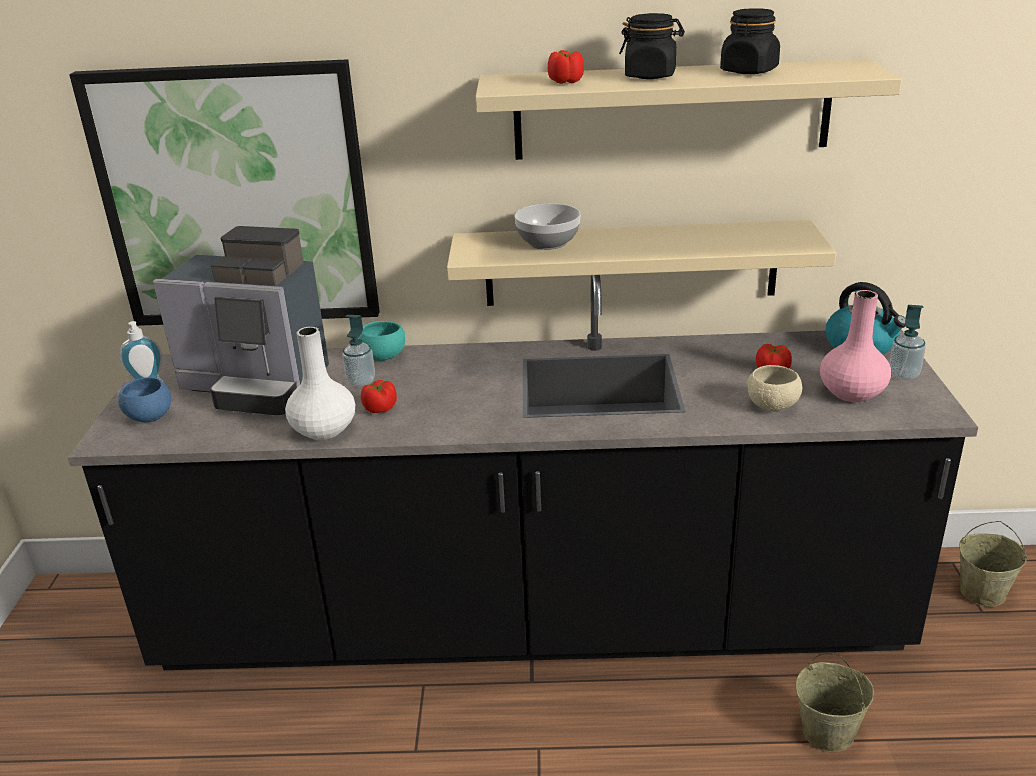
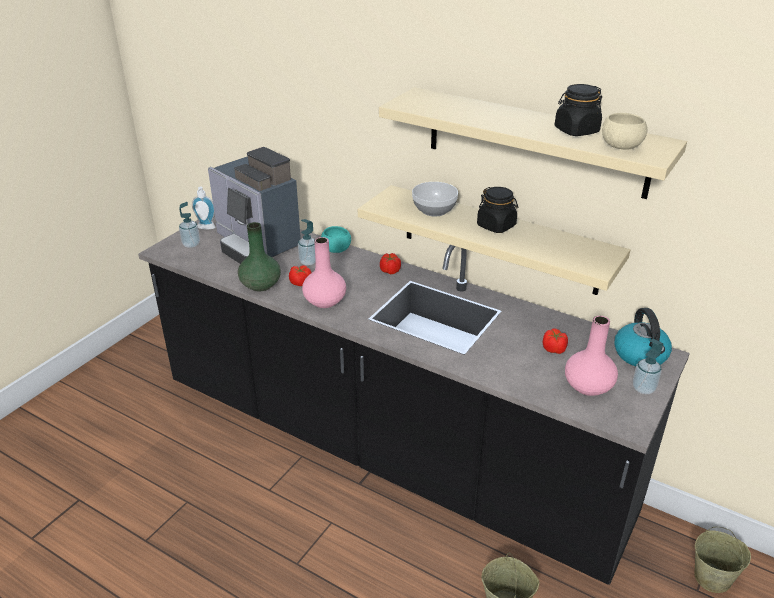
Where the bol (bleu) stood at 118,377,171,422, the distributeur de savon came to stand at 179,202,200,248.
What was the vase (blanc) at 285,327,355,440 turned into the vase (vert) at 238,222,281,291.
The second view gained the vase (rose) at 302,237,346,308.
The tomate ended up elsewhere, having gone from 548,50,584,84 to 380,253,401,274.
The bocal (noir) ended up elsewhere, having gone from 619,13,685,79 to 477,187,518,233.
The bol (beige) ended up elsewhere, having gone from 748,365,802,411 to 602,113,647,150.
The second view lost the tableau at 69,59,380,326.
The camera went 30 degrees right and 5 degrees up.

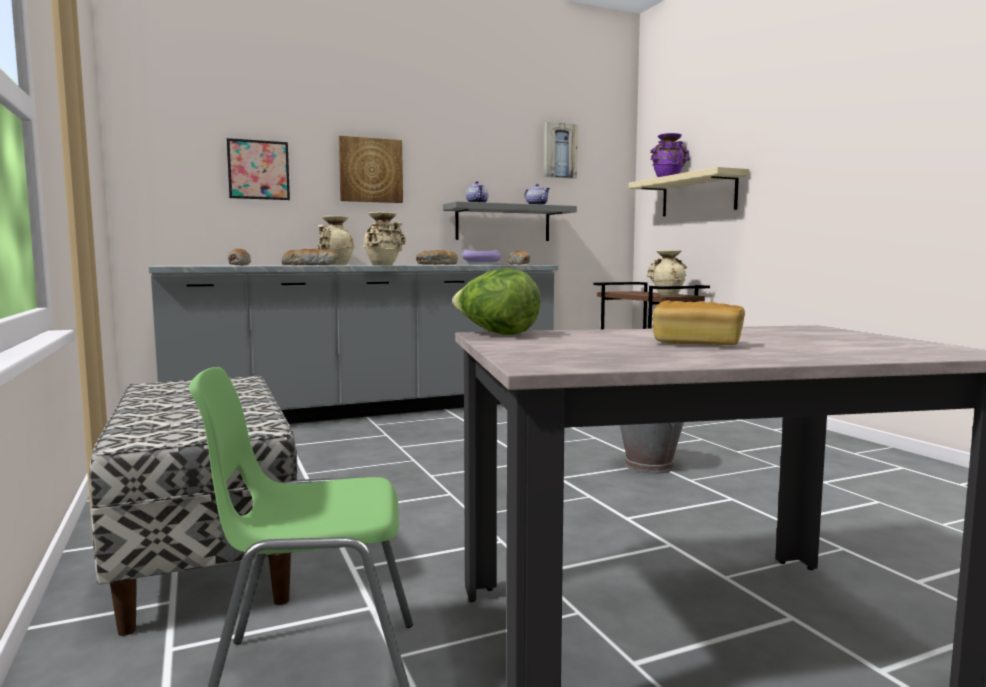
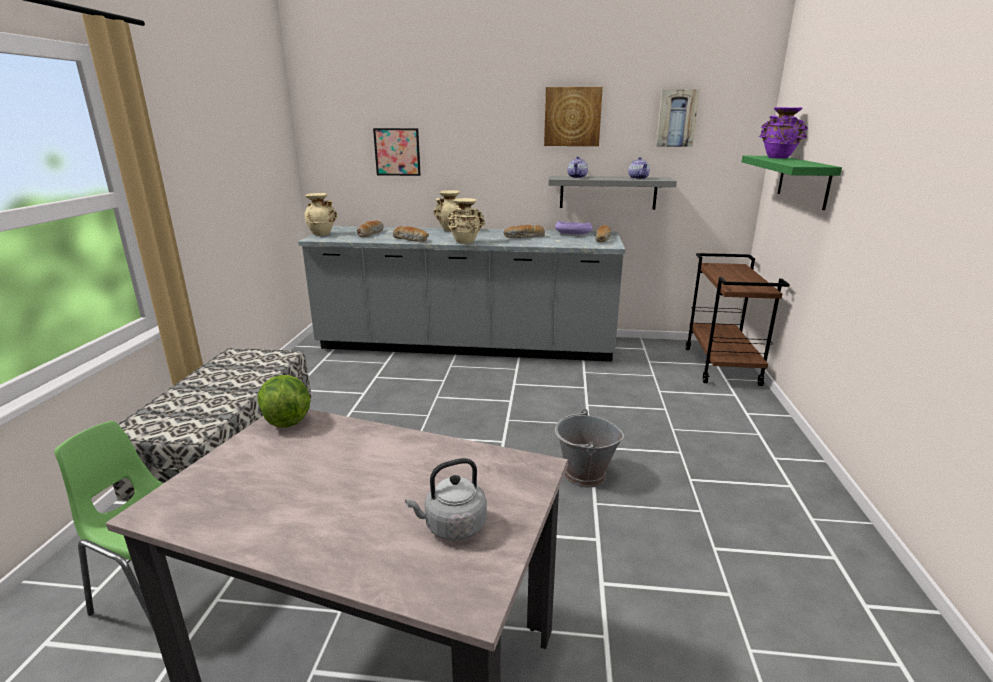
The vase (beige) ended up elsewhere, having gone from 647,250,687,296 to 304,193,338,236.
The second view gained the bouilloire (gris) at 405,458,487,540.
The tableau ended up elsewhere, having gone from 339,136,403,203 to 544,87,603,146.
What was the étagère (beige) at 629,167,749,216 turned into the étagère (vert) at 742,156,842,210.
The second view lost the pain at 653,300,745,345.
The camera went 30 degrees right and 15 degrees up.

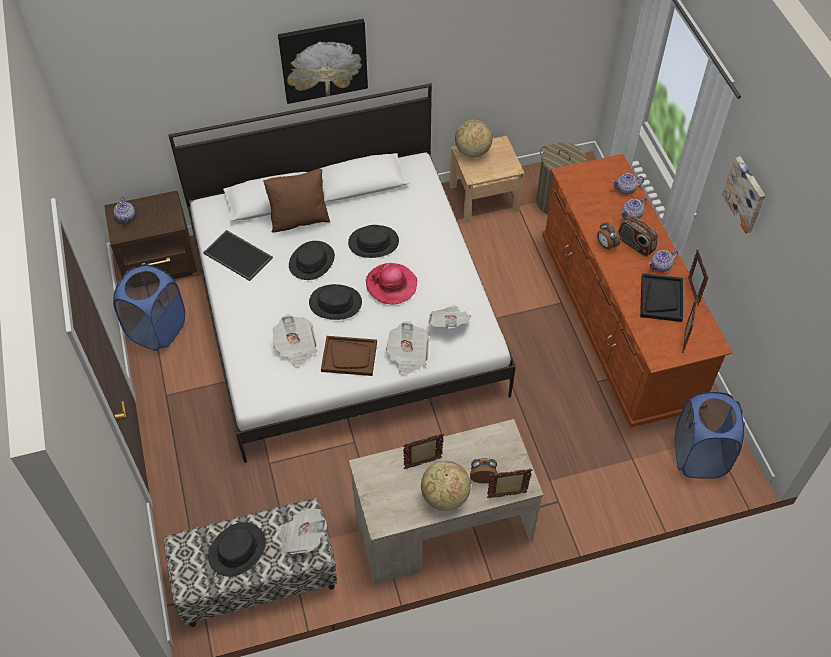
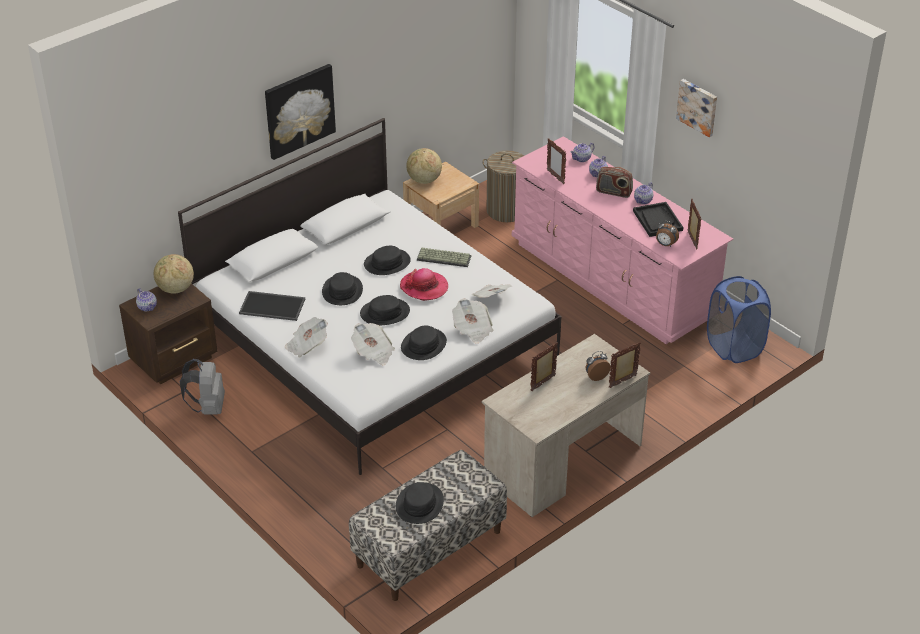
The globe ended up elsewhere, having gone from 421,461,471,511 to 154,254,194,294.
Where the panier à linge (bleu) stood at 113,264,185,351, the sac à dos (gris) came to stand at 180,359,225,414.
The journal ended up elsewhere, having gone from 278,508,327,554 to 285,317,328,358.
Where the plateau (marron) stood at 321,336,377,376, the chapeau (noir) came to stand at 401,326,447,360.
The second view gained the clavier at 417,248,471,267.
What was the commode (marron) at 542,154,733,428 turned into the commode (rose) at 512,136,733,344.
The cadre photo ended up elsewhere, having gone from 688,250,708,306 to 547,138,566,184.
The réveil ended up elsewhere, having gone from 597,223,621,250 to 656,221,679,247.
The second view lost the coussin (marron) at 263,169,330,233.
The camera went 25 degrees left and 15 degrees down.

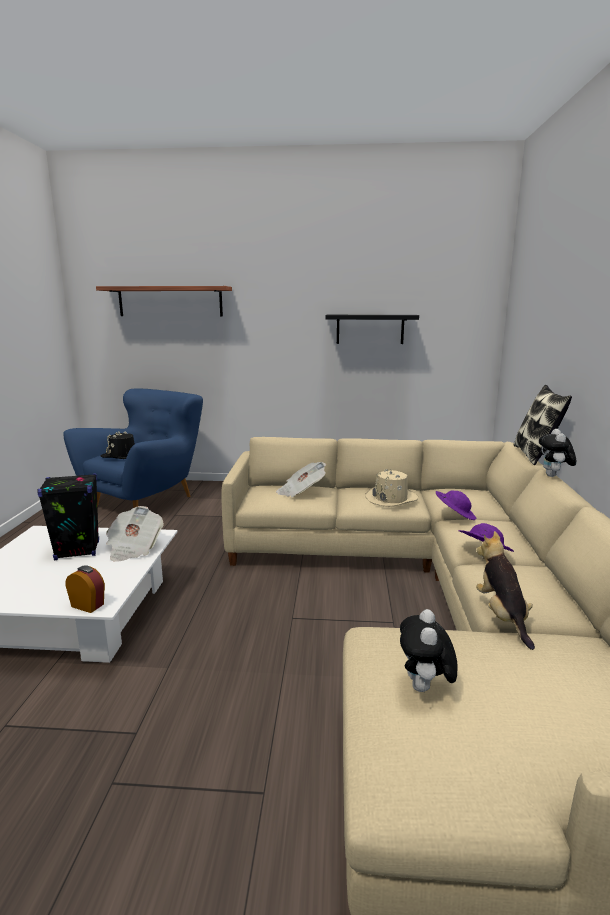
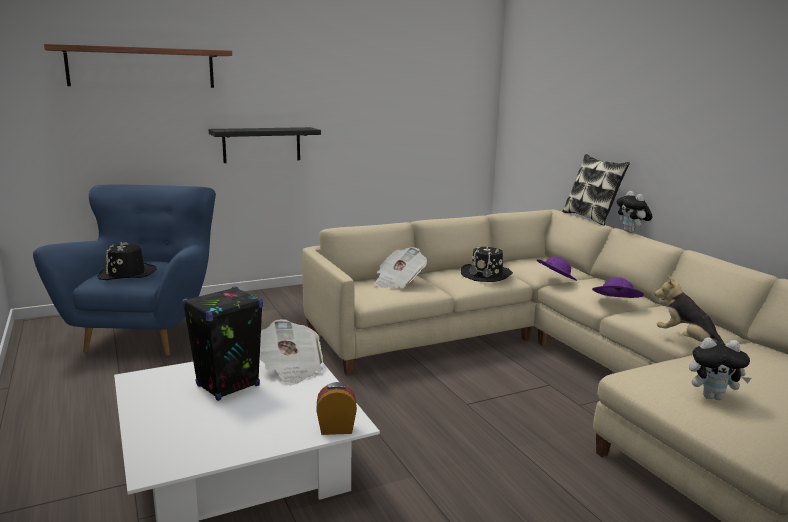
The étagère (noir) ended up elsewhere, having gone from 326,315,419,344 to 209,127,321,163.
What was the chapeau (beige) at 365,469,418,507 turned into the chapeau (noir) at 461,245,513,282.
The peluche at 400,609,457,692 ended up facing another way, 60 degrees counterclockwise from before.
The camera went 30 degrees left and 0 degrees up.

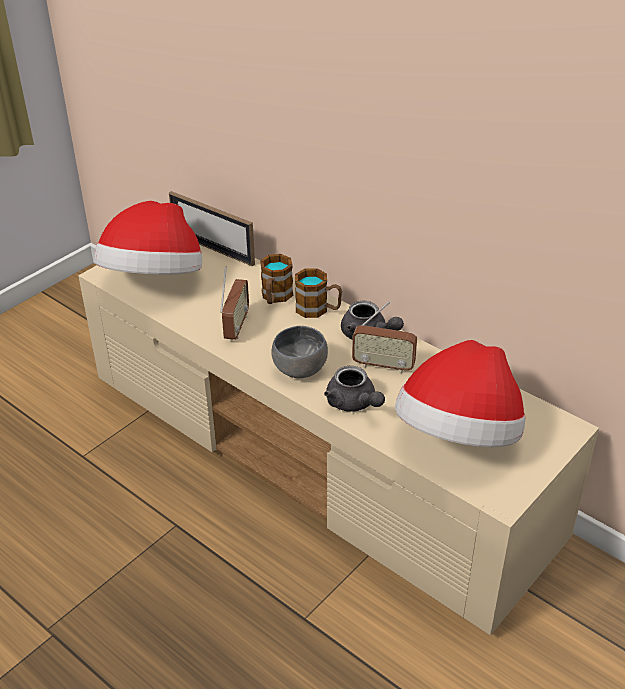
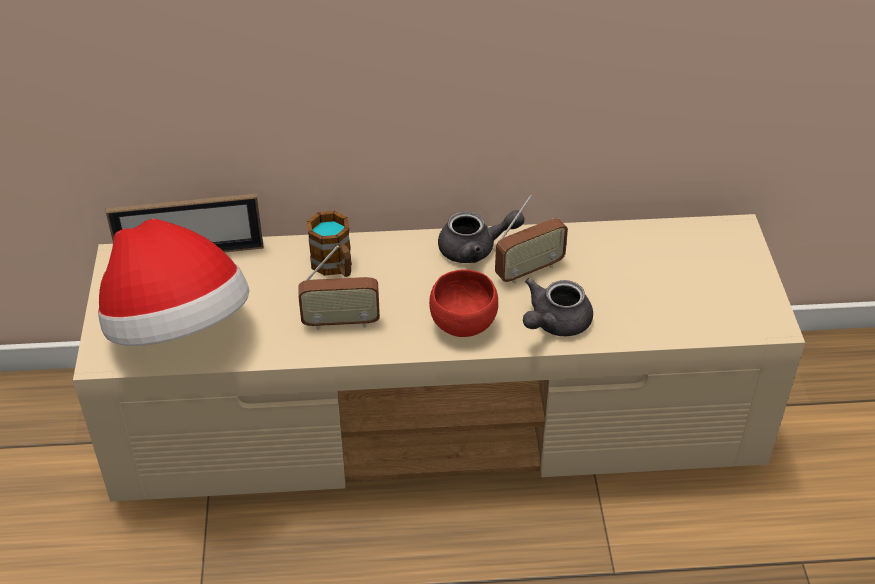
The radio at 220,267,249,340 ended up facing another way, 120 degrees clockwise from before.
What was the bol (gris) at 271,326,328,378 turned into the bol (rouge) at 429,269,498,337.
The théière (gris) at 324,366,385,412 ended up facing another way, 120 degrees clockwise from before.
The second view lost the mug at 295,268,342,318.
The second view lost the chapeau at 395,340,525,447.
The camera went 45 degrees left and 5 degrees up.

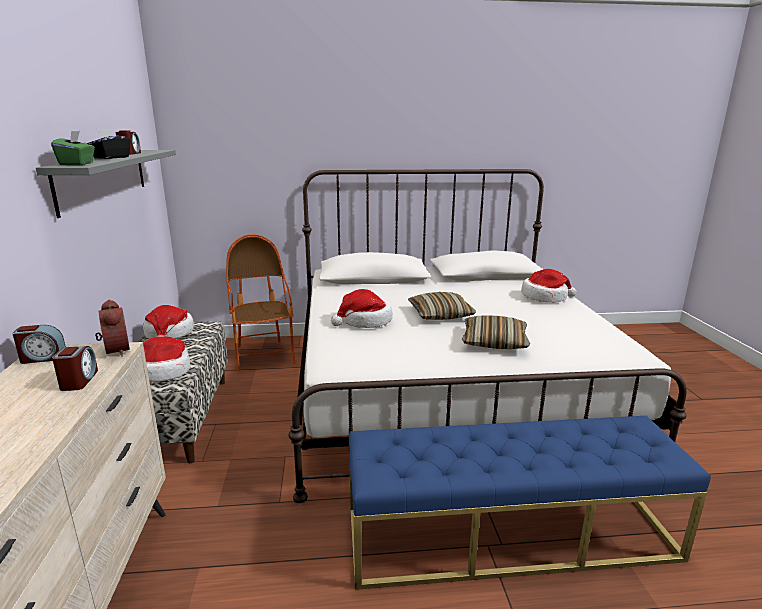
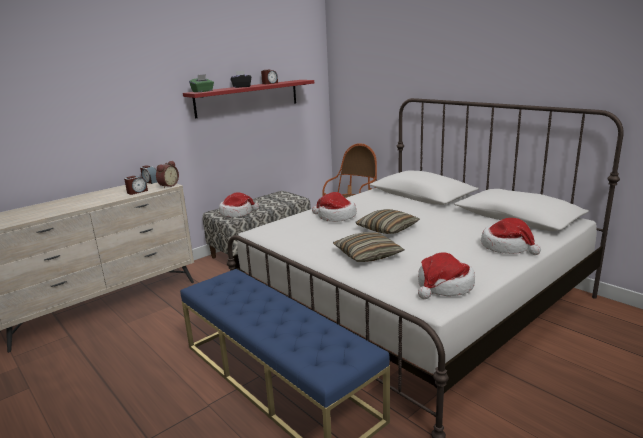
What was the étagère (gris) at 36,150,176,218 turned into the étagère (rouge) at 183,80,314,118.
The chapeau ended up elsewhere, having gone from 143,305,194,339 to 418,252,475,299.
The camera went 55 degrees right and 0 degrees up.

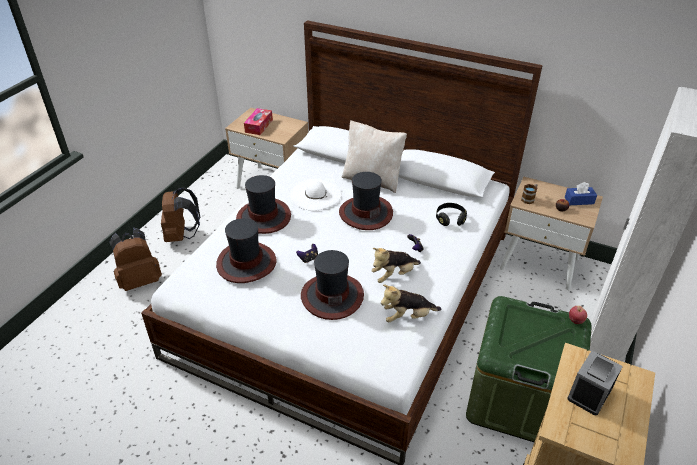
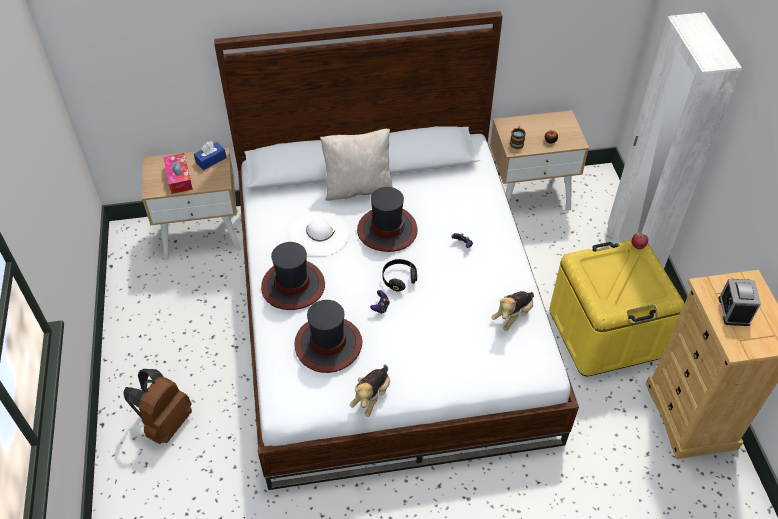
The boîte à mouchoirs (bleu) ended up elsewhere, having gone from 565,182,597,205 to 194,141,227,170.
The peluche ended up elsewhere, having gone from 371,248,421,283 to 350,365,390,417.
The casque audio (noir) ended up elsewhere, having gone from 436,203,467,226 to 383,259,417,292.
What was the boîte de rangement (vert) at 466,296,592,442 turned into the boîte de rangement (jaune) at 549,240,684,376.
The second view lost the sac à dos (marron) at 161,187,200,242.
The second view lost the chapeau at 301,250,364,320.
The camera went 35 degrees left and 10 degrees up.

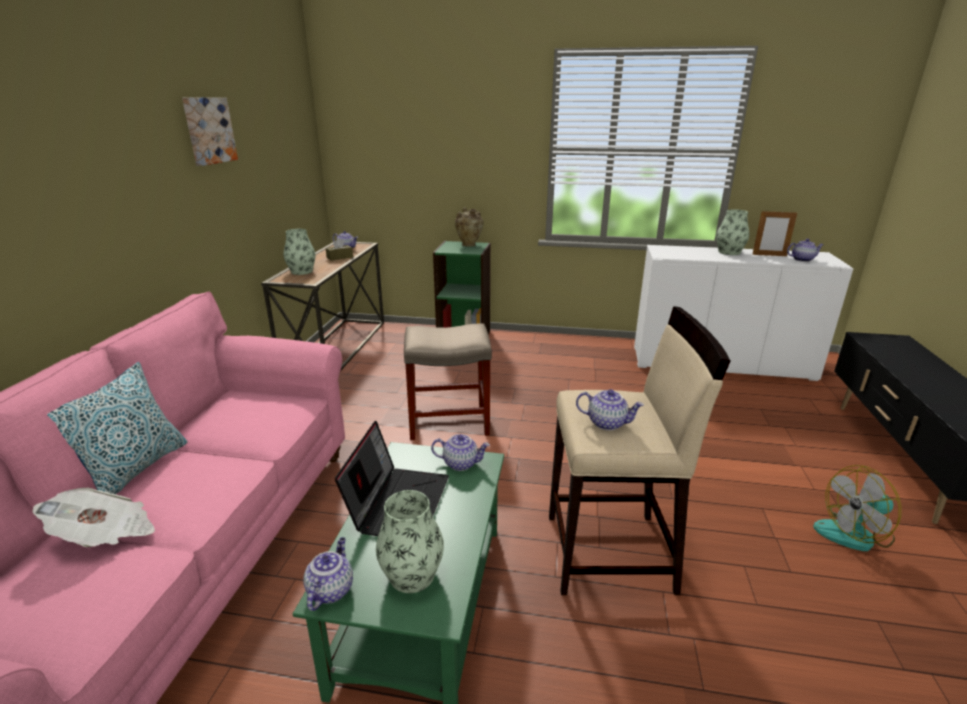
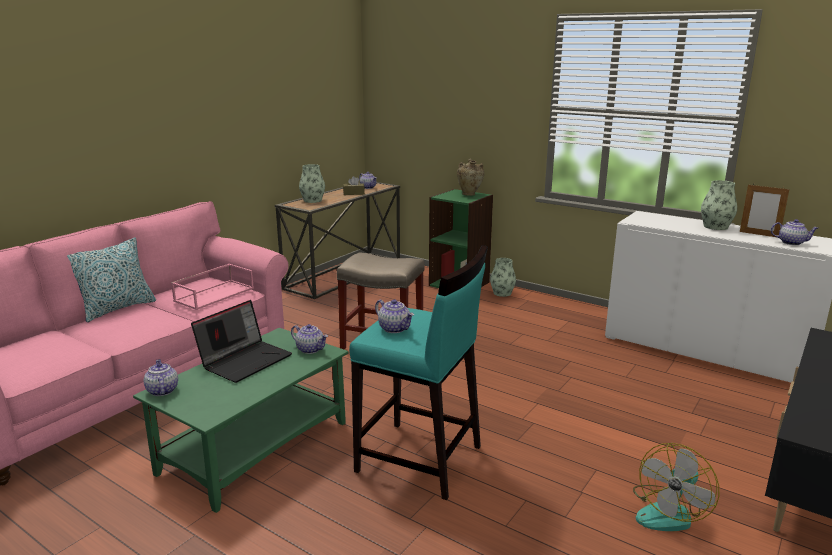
The théière at 303,537,353,611 ended up facing another way, 60 degrees counterclockwise from before.
The second view gained the plateau (rose) at 171,264,254,310.
What was the tabouret (beige) at 549,306,730,595 turned into the tabouret (turquoise) at 349,245,488,500.
The vase ended up elsewhere, having gone from 376,490,444,593 to 490,258,516,297.
The ventilateur at 813,465,902,551 ended up facing another way, 60 degrees counterclockwise from before.
The second view lost the journal at 32,488,155,547.
The second view lost the tableau at 182,97,238,166.
The camera went 25 degrees right and 5 degrees down.

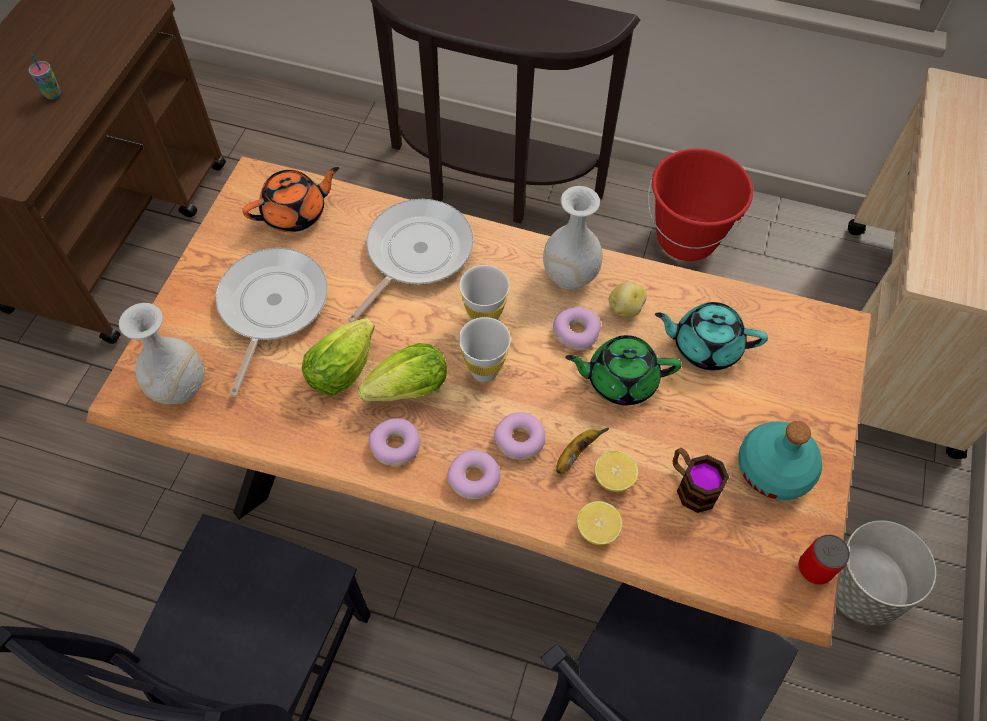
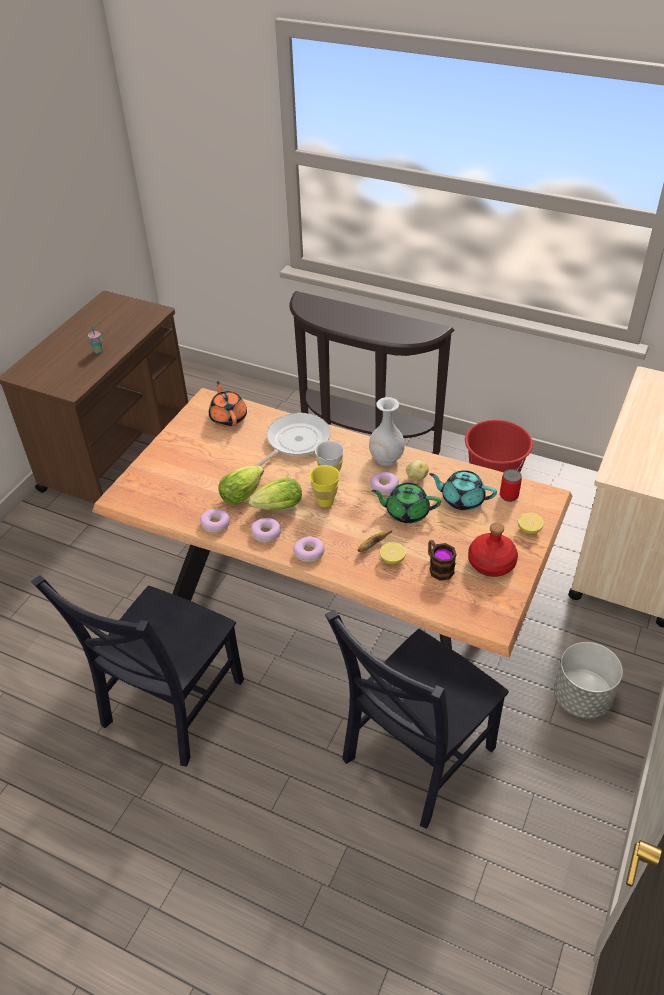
The beignet ended up elsewhere, having gone from 494,412,546,460 to 200,509,230,533.
The théière (orange) at 242,167,339,232 ended up facing another way, 90 degrees counterclockwise from before.
What was the tasse (blanc) at 459,317,511,382 turned into the tasse (jaune) at 309,465,340,507.
What was the bouteille (turquoise) at 738,421,822,500 turned into the bouteille (rouge) at 468,523,518,577.
The boîte métallique ended up elsewhere, having gone from 799,534,850,585 to 500,469,522,502.
The citron ended up elsewhere, having gone from 577,501,622,545 to 518,513,544,534.
The second view lost the vase (blanc) at 119,303,204,404.
The second view lost the poêle at 215,248,328,397.
The camera went 10 degrees right and 15 degrees down.

